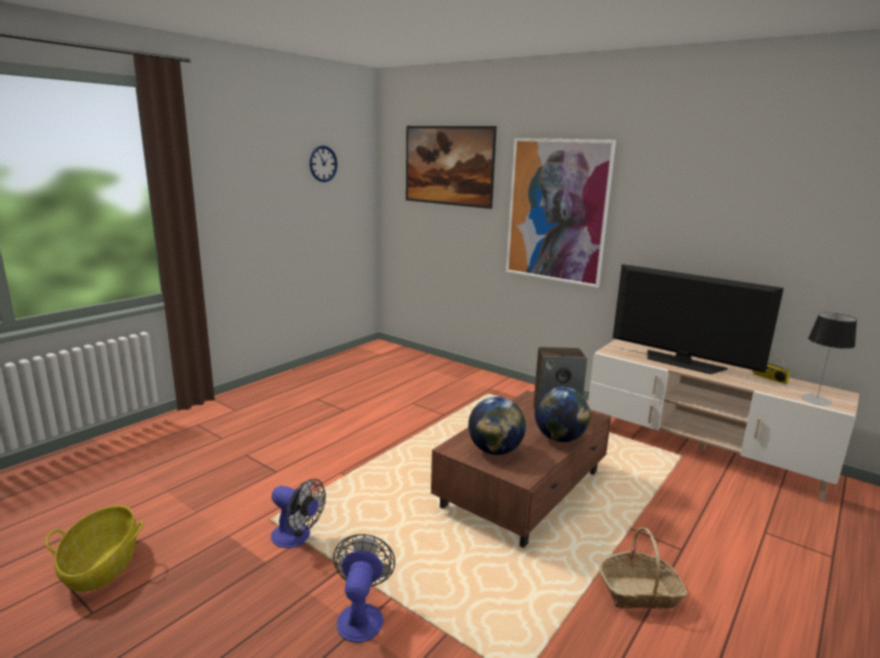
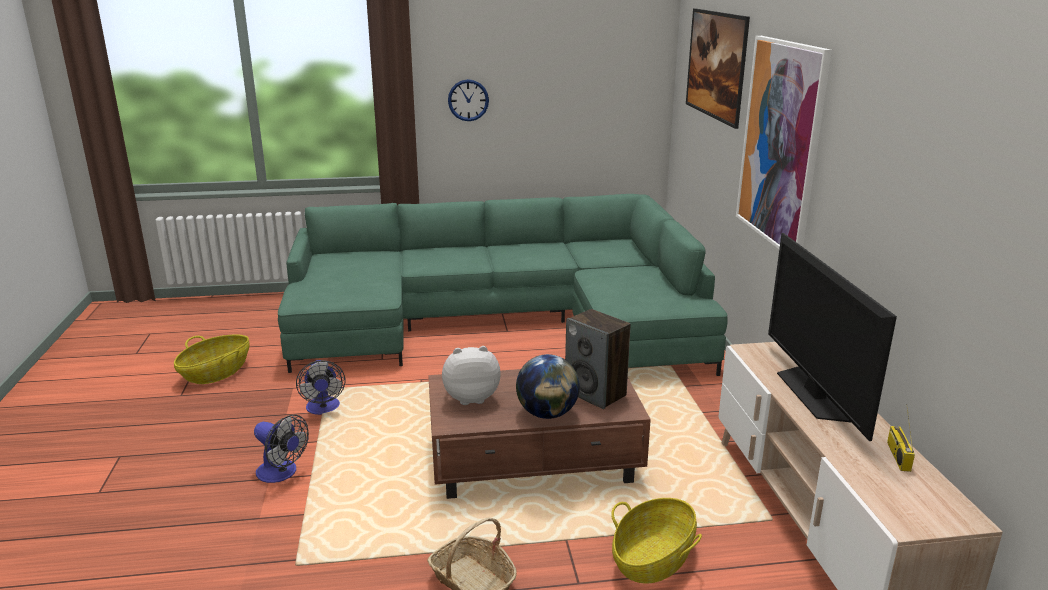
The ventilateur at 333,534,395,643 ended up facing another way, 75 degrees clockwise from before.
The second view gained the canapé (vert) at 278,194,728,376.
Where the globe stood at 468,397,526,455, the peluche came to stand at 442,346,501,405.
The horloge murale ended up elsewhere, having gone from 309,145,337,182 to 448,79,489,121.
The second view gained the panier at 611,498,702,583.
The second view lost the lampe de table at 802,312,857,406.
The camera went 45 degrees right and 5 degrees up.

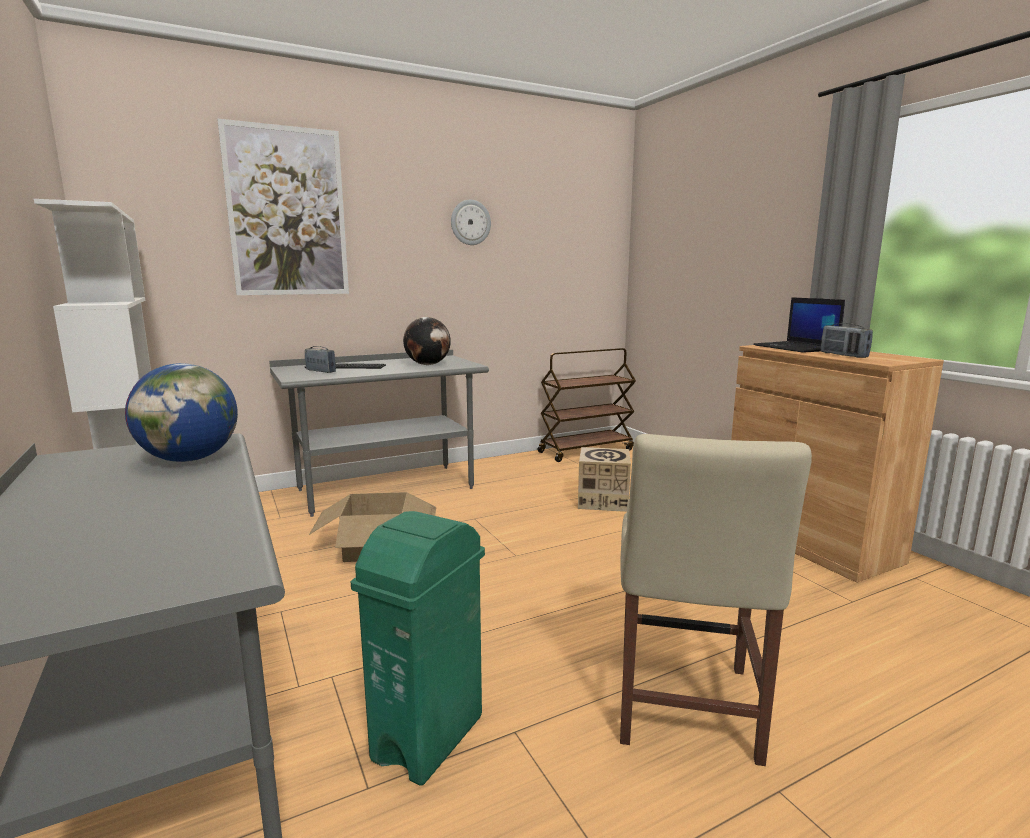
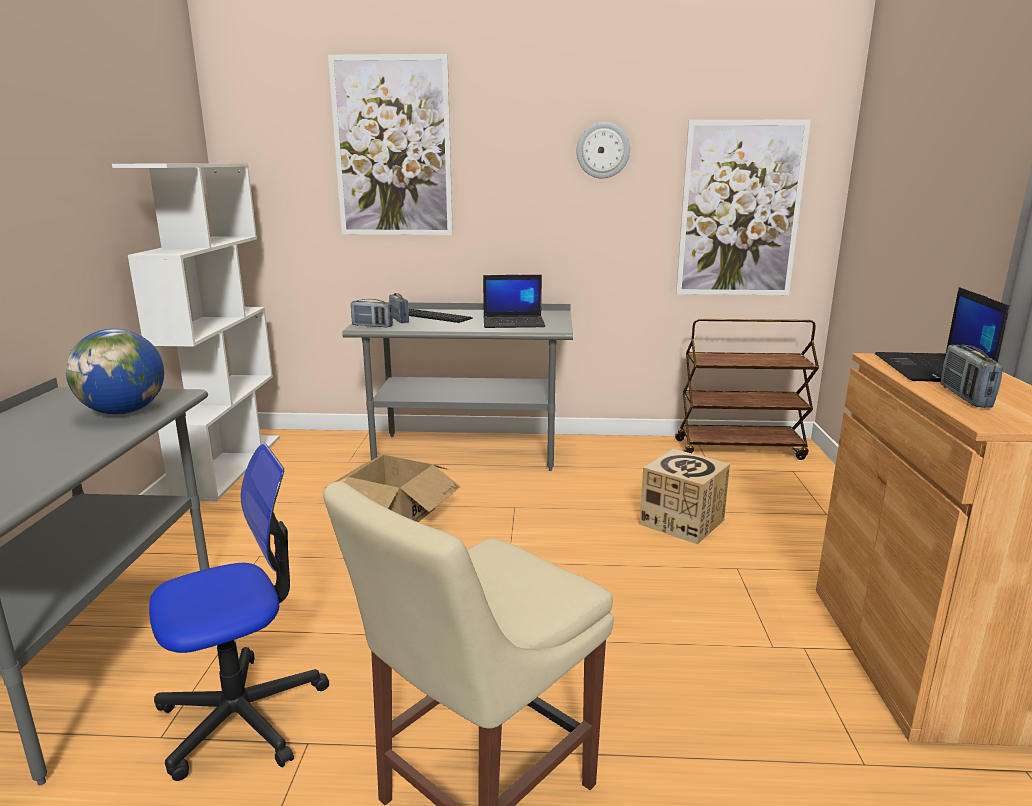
Where the poubelle (vert) stood at 350,511,485,786, the chaise de bureau came to stand at 149,444,329,781.
The second view gained the radio at 351,299,393,328.
Where the globe stood at 403,317,451,365, the ordinateur portable came to stand at 483,275,545,328.
The second view gained the tableau at 676,119,811,295.
The camera went 30 degrees right and 5 degrees up.

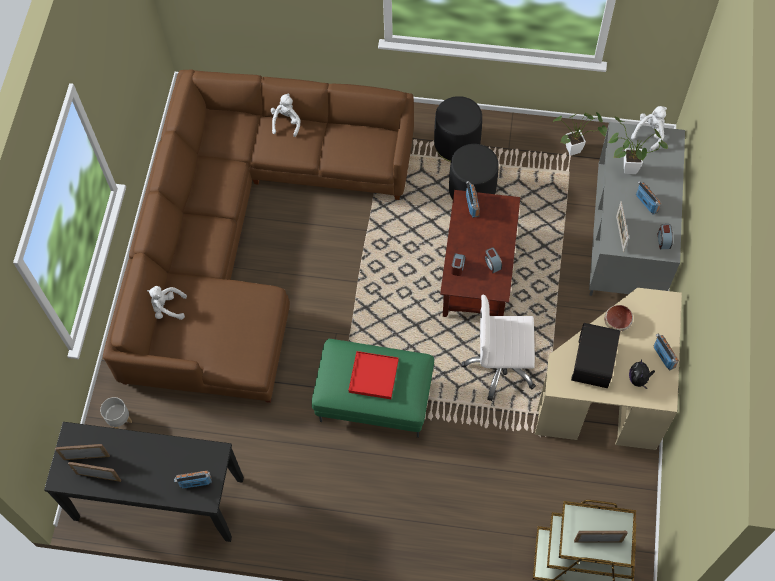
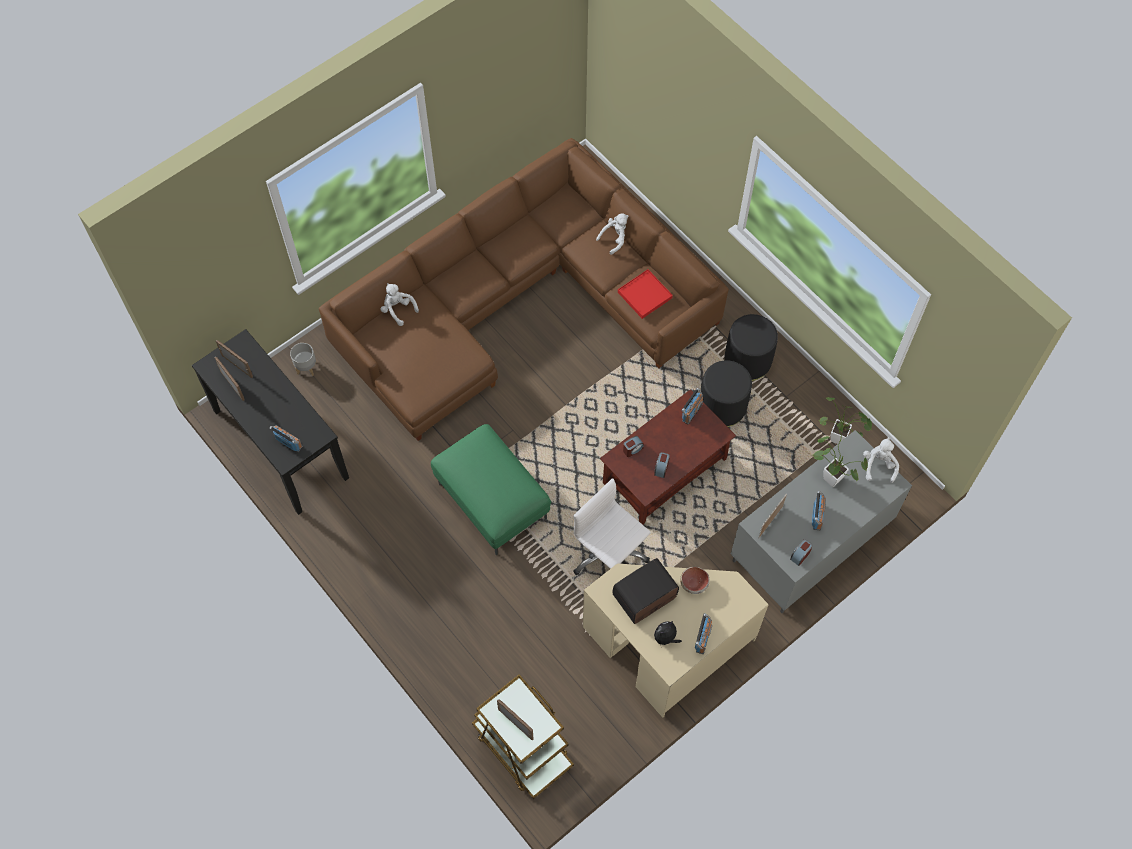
The plateau (rouge) ended up elsewhere, having gone from 348,351,399,399 to 618,269,673,319.
The peluche (blanc) at 631,106,667,151 ended up facing another way, 75 degrees counterclockwise from before.
The camera went 40 degrees right and 0 degrees up.

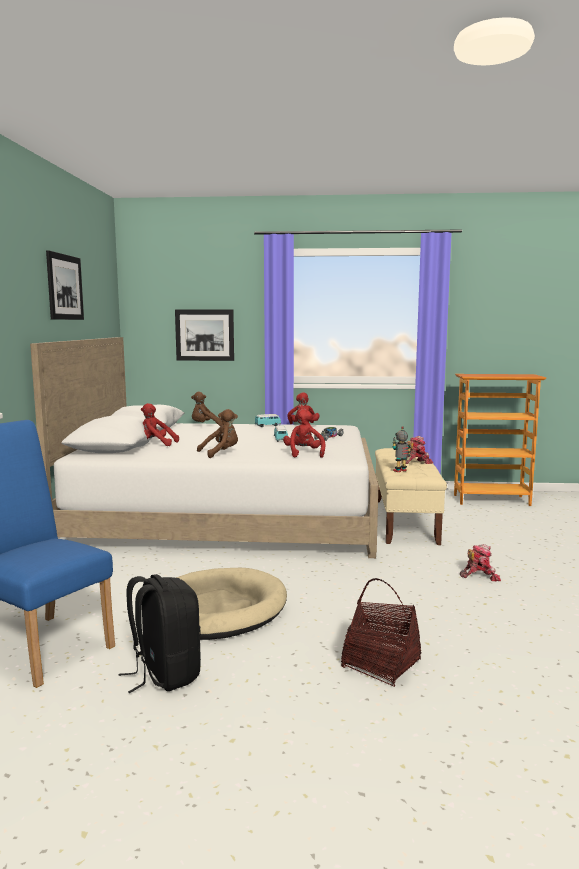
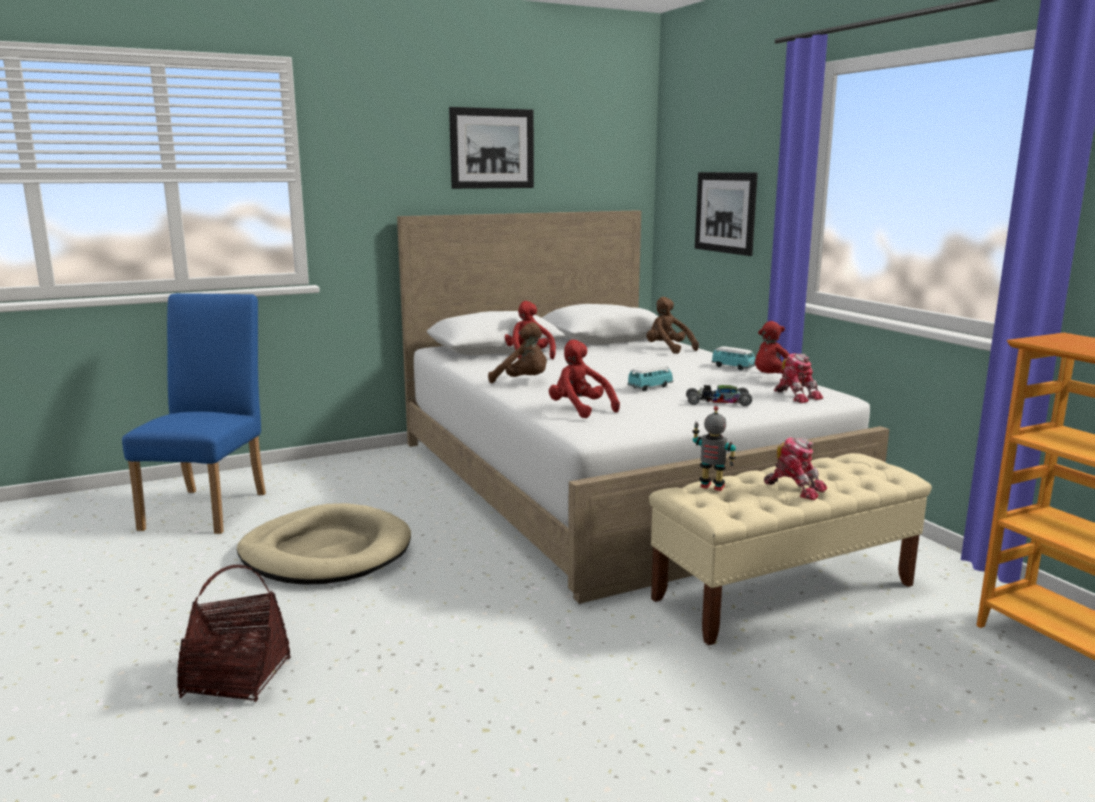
The peluche (rouge) at 283,409,325,458 ended up facing another way, 90 degrees counterclockwise from before.
The robot jouet ended up elsewhere, having gone from 460,544,501,581 to 774,353,823,403.
The second view lost the sac à dos (noir) at 119,574,201,693.
The camera went 60 degrees right and 5 degrees up.

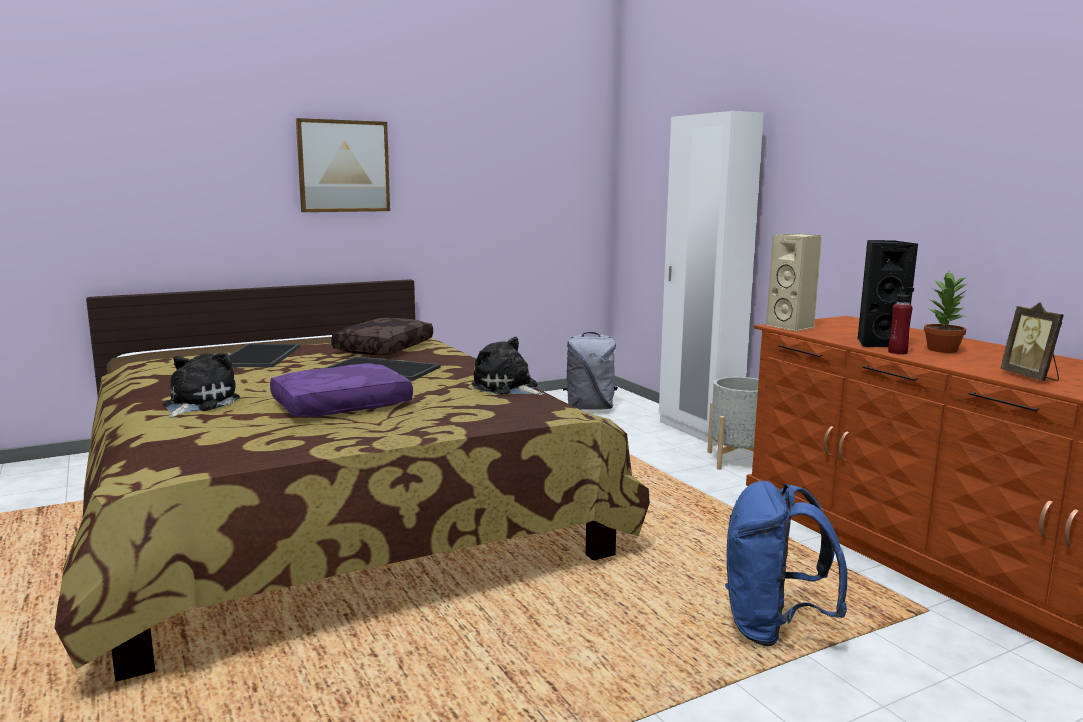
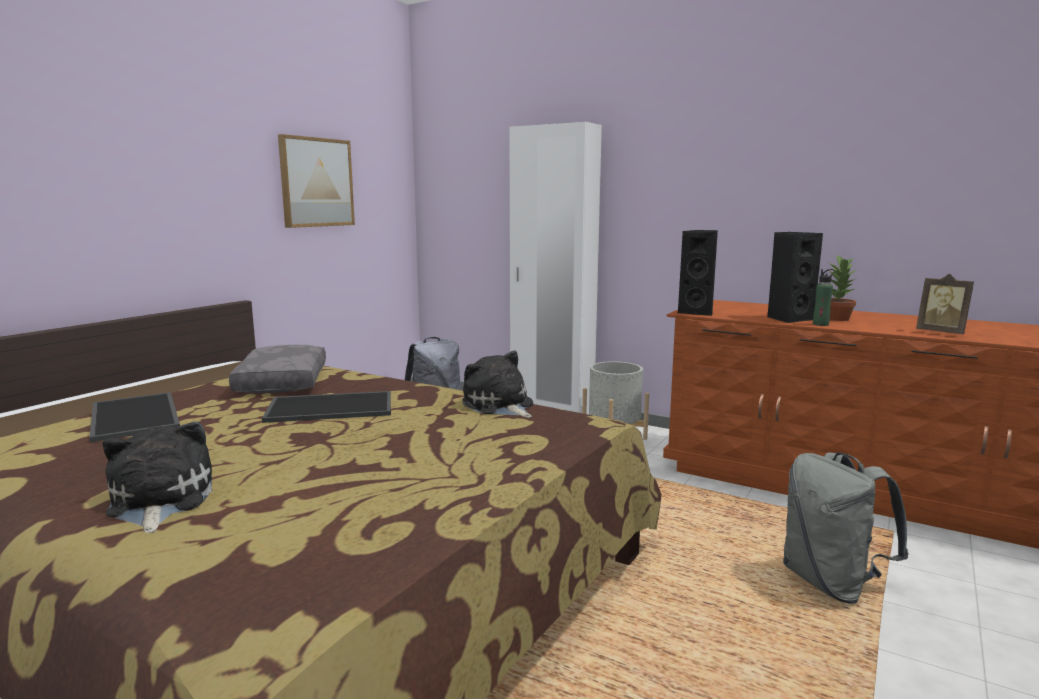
What was the coussin (marron) at 331,318,433,355 turned into the coussin (gris) at 229,345,326,393.
The tableau ended up elsewhere, having gone from 296,118,390,212 to 278,134,355,228.
The peluche at 471,337,544,395 ended up facing another way, 45 degrees clockwise from before.
What was the enceinte (beige) at 766,234,822,332 turned into the enceinte (noir) at 678,230,718,316.
What was the sac à dos (bleu) at 725,481,847,646 turned into the sac à dos (gris) at 783,452,909,604.
What was the bouteille (rouge) at 888,286,914,354 turned into the bouteille (vert) at 813,269,835,326.
The second view lost the coussin (violet) at 270,363,413,417.
The camera went 30 degrees left and 0 degrees up.

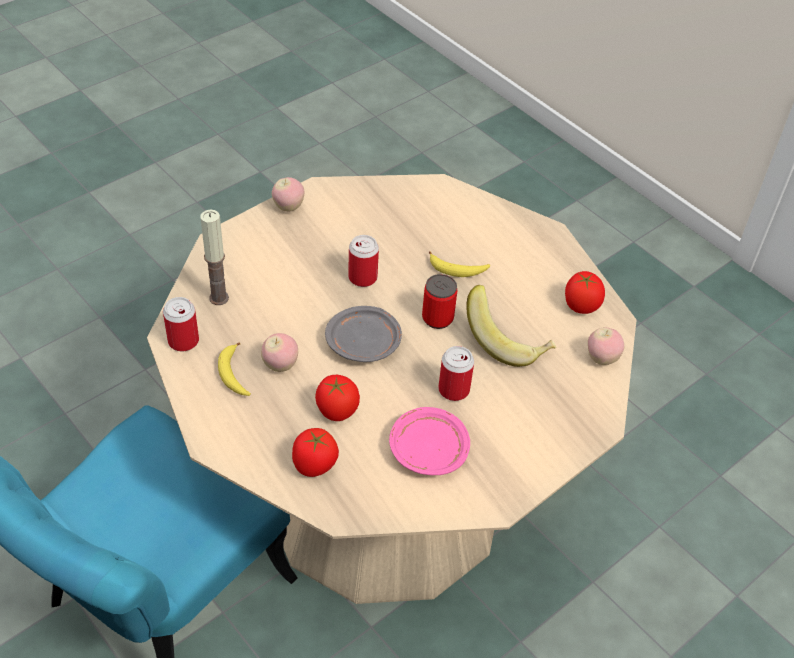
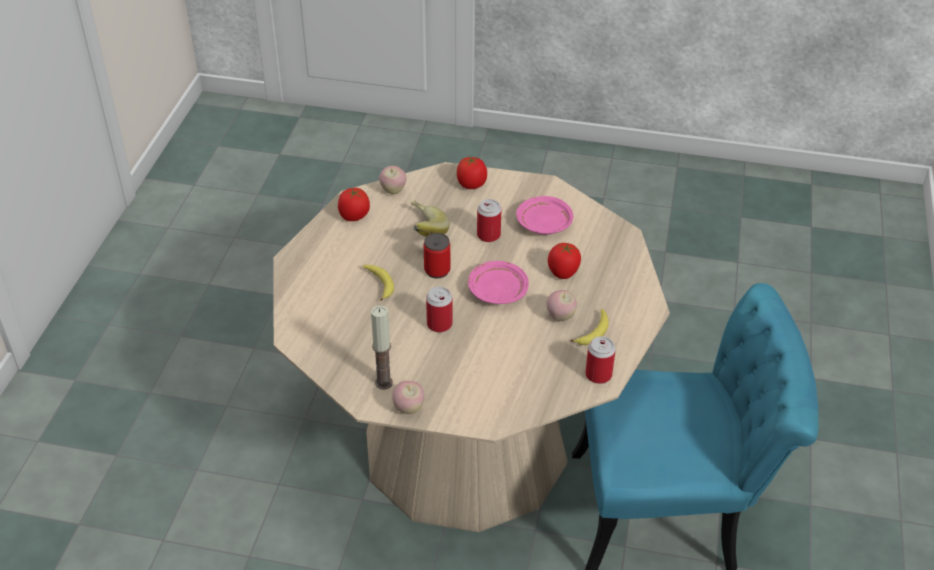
The bougie ended up elsewhere, having gone from 200,210,229,305 to 371,305,393,390.
The tomate ended up elsewhere, having gone from 292,428,339,477 to 457,156,487,189.
What was the assiette (gris) at 325,306,402,362 turned into the assiette (rose) at 468,261,529,304.
The camera went 125 degrees left and 5 degrees down.

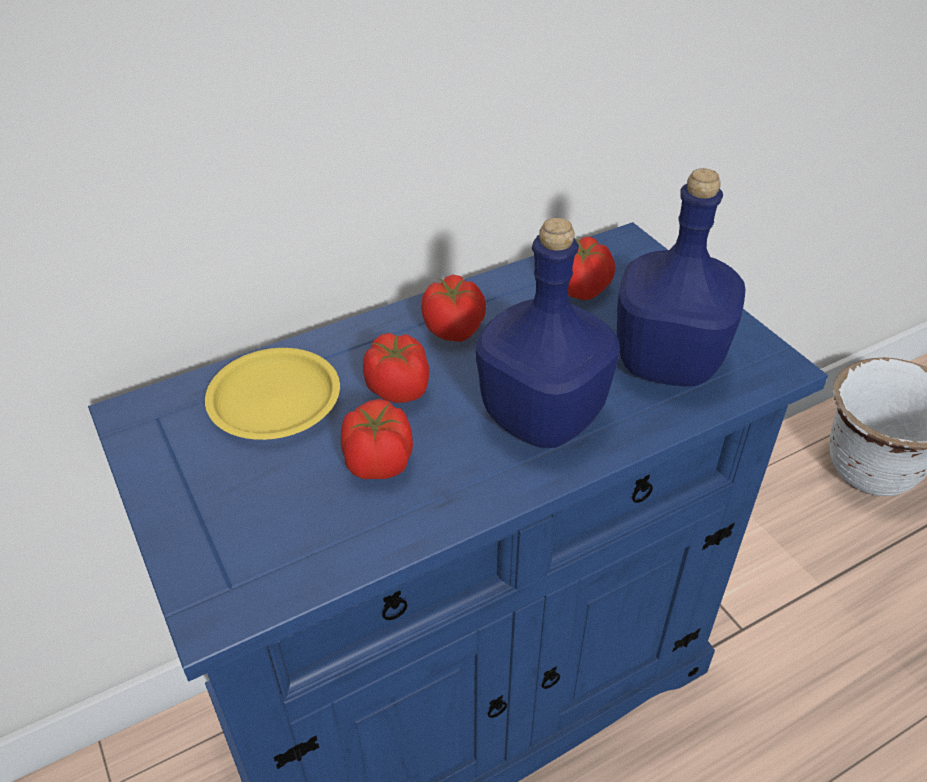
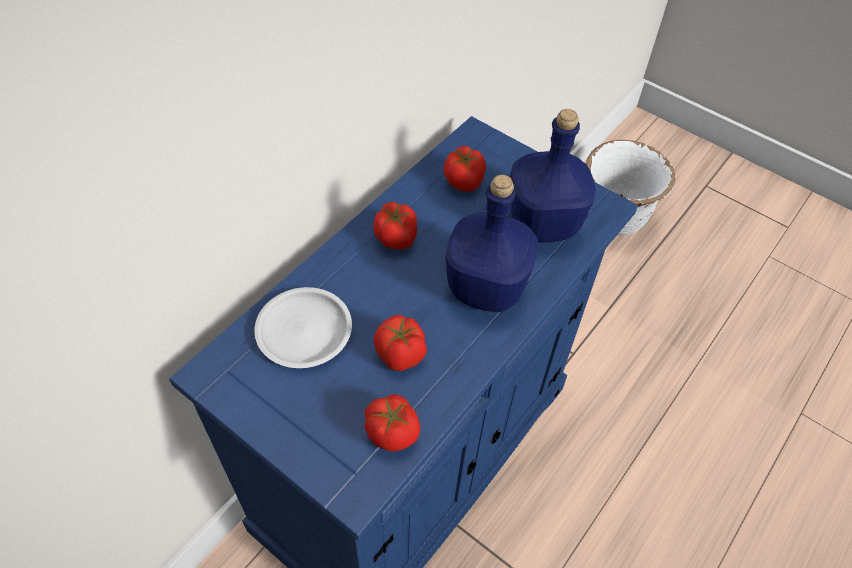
What was the assiette (jaune) at 205,348,340,440 turned into the assiette (blanc) at 254,287,352,368.
The tomate ended up elsewhere, having gone from 363,333,429,403 to 365,394,420,452.
The camera went 25 degrees left and 10 degrees up.

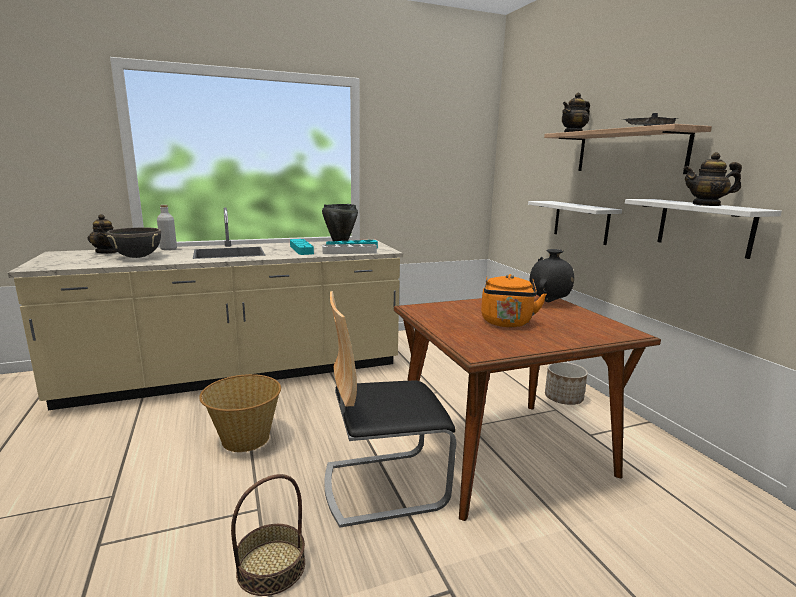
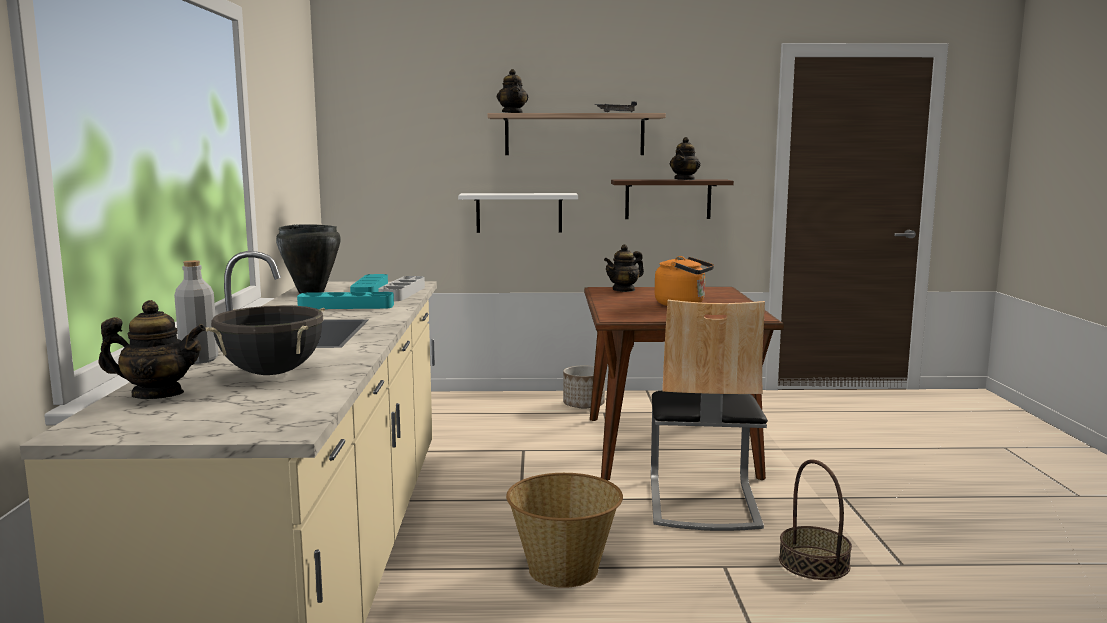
Where the vase (noir) stood at 530,249,574,302, the théière came to stand at 604,244,644,292.
What was the étagère (blanc) at 625,199,782,259 turned into the étagère (marron) at 611,179,734,219.
The camera went 70 degrees left and 5 degrees down.

